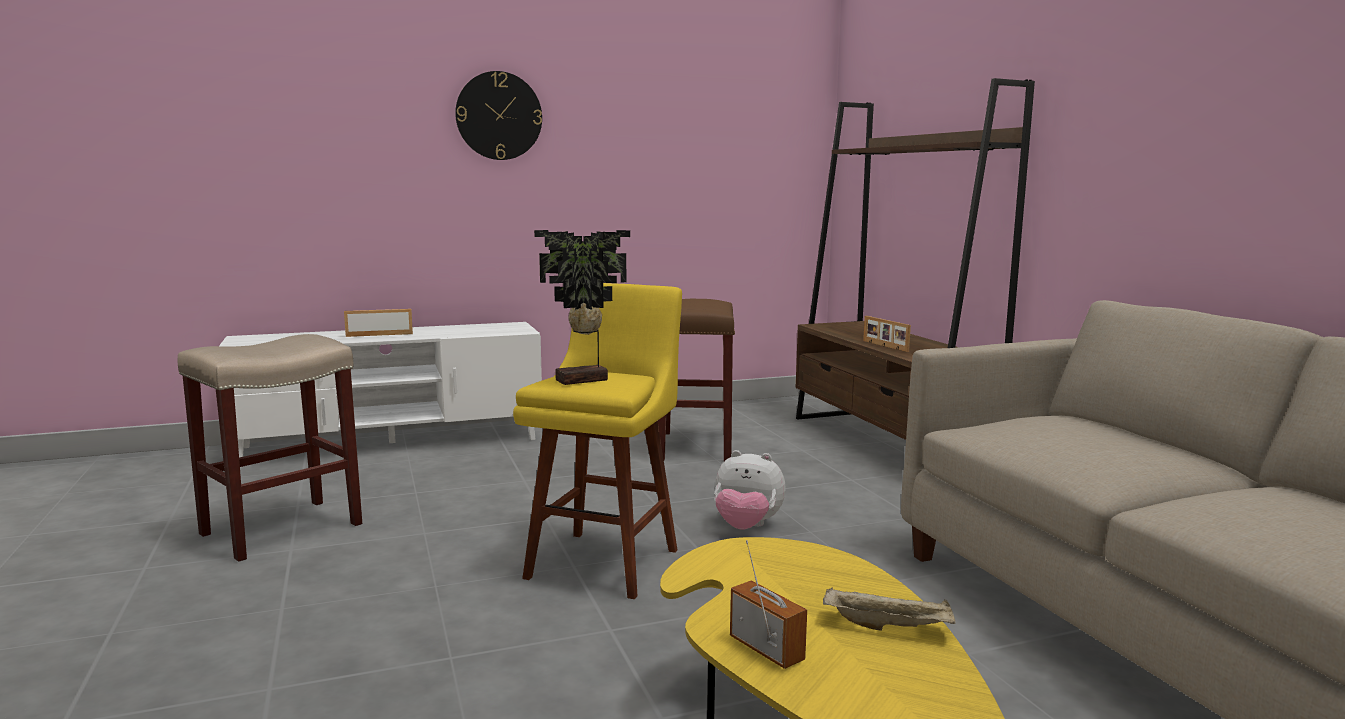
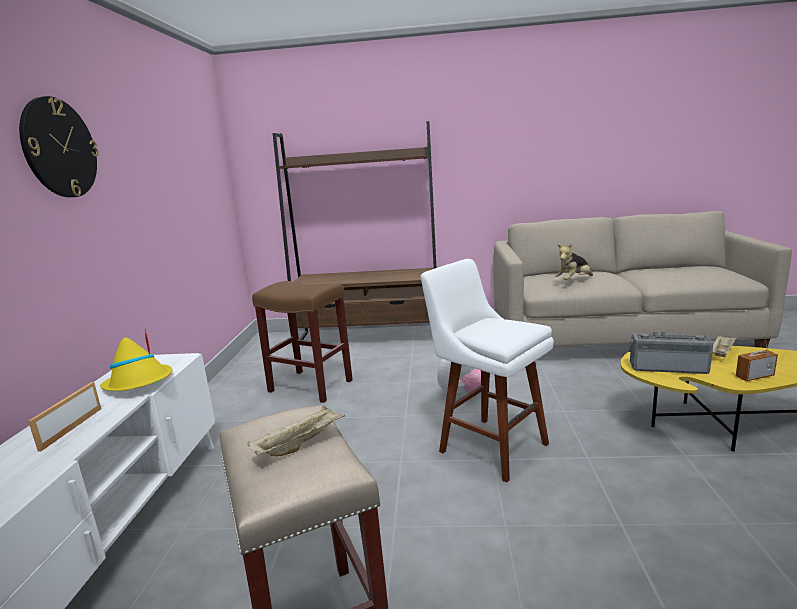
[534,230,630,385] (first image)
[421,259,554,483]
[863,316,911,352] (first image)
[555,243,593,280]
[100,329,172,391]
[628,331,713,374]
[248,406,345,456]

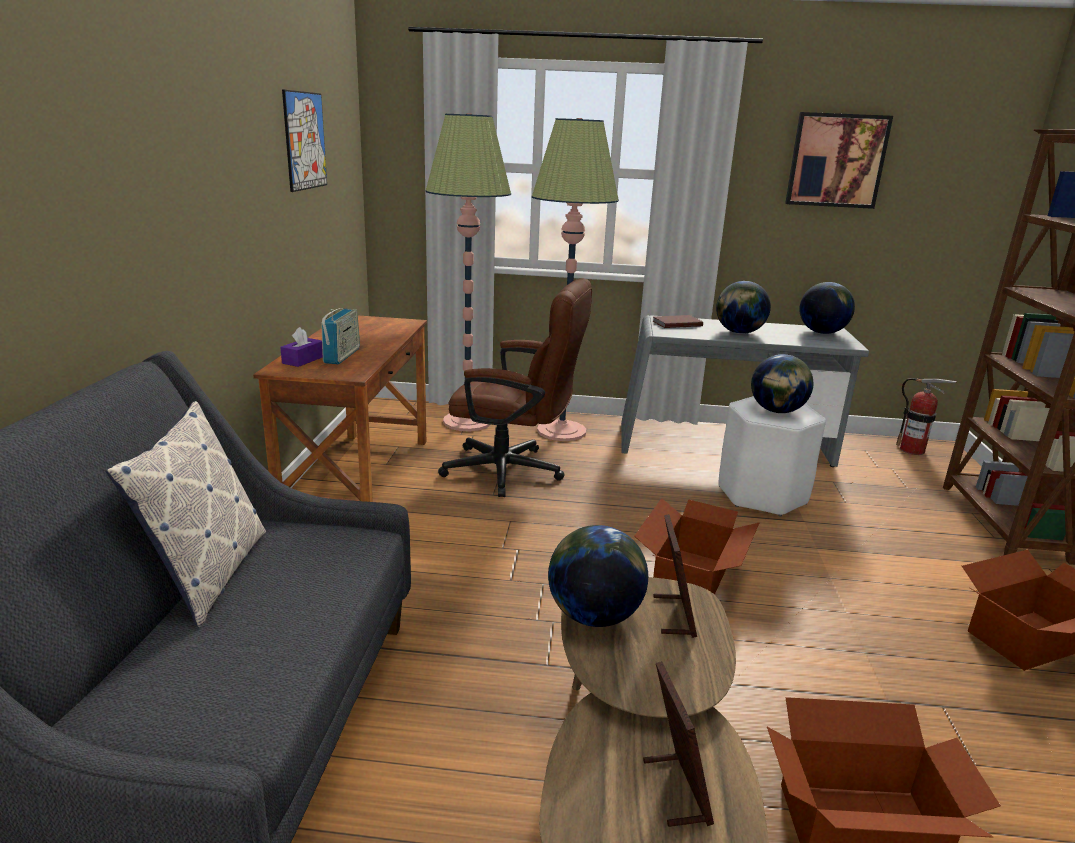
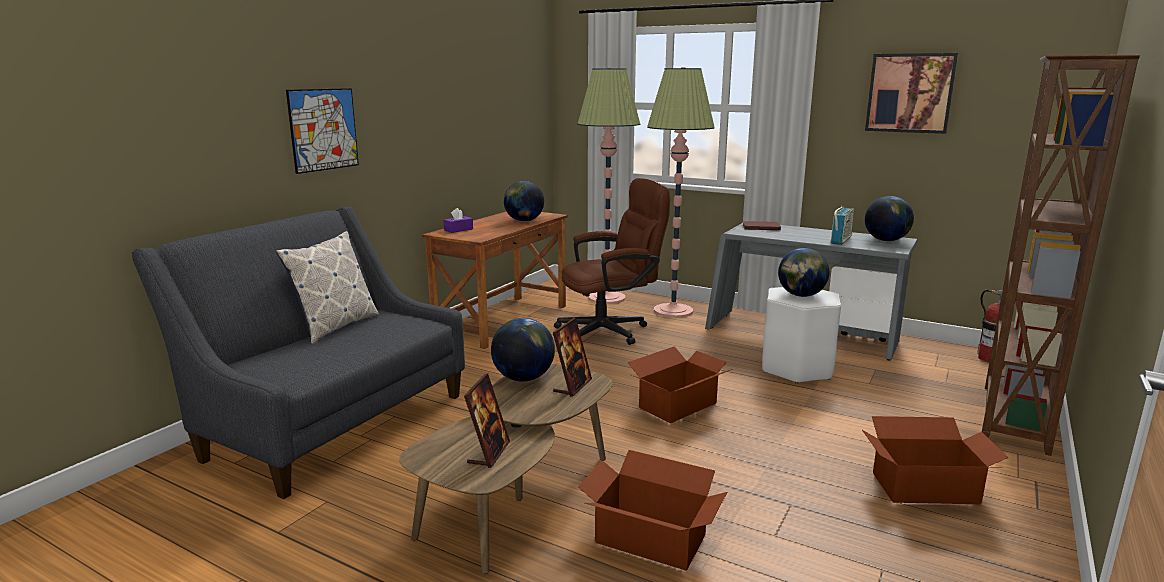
[286,88,359,174]
[554,178,670,345]
[504,181,544,222]
[831,206,854,245]

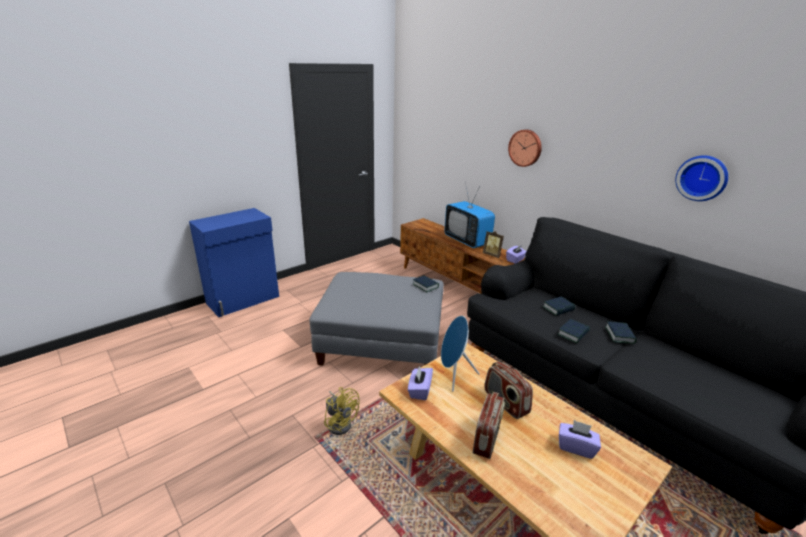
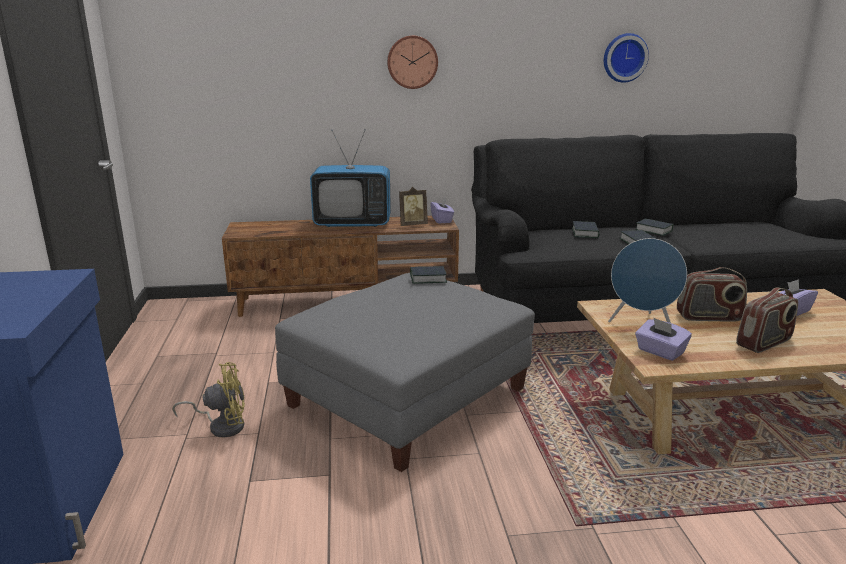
[172,362,245,437]
[736,288,798,353]

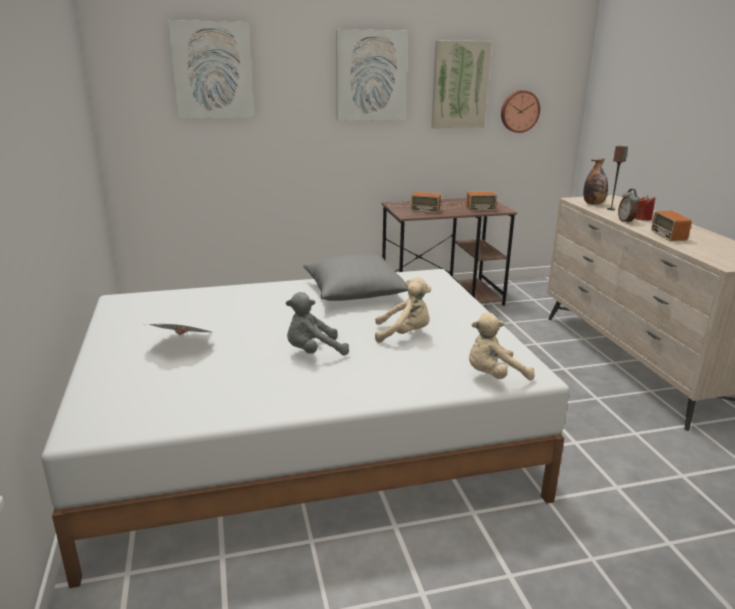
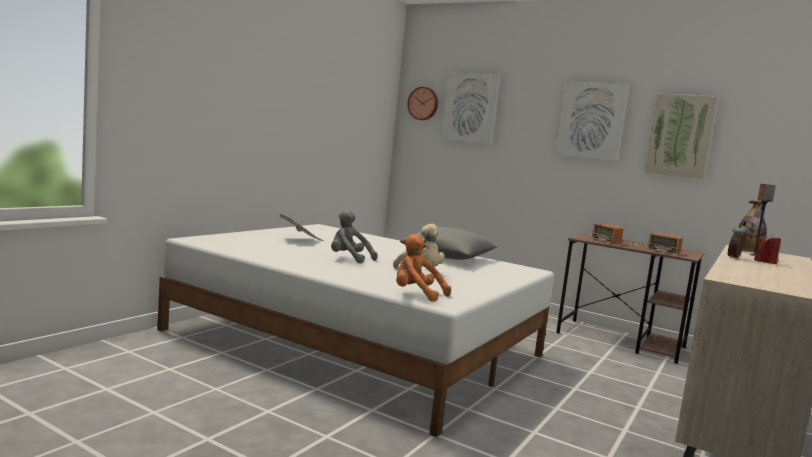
[408,86,438,120]
[650,211,692,241] (first image)
[396,234,451,302]

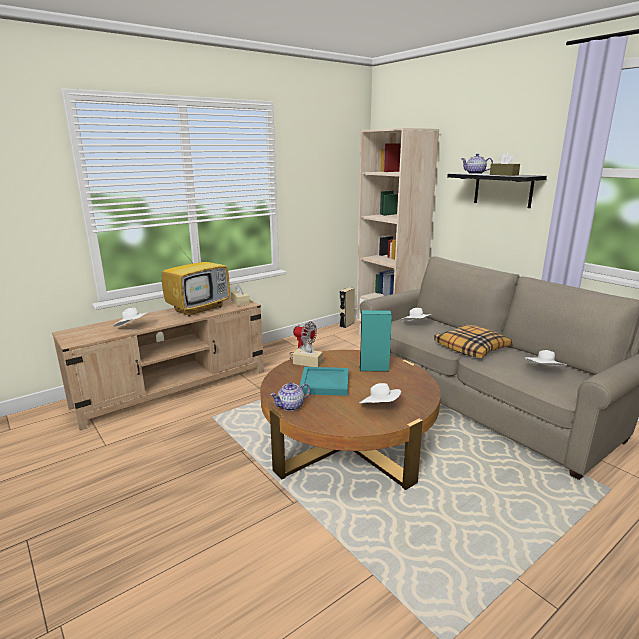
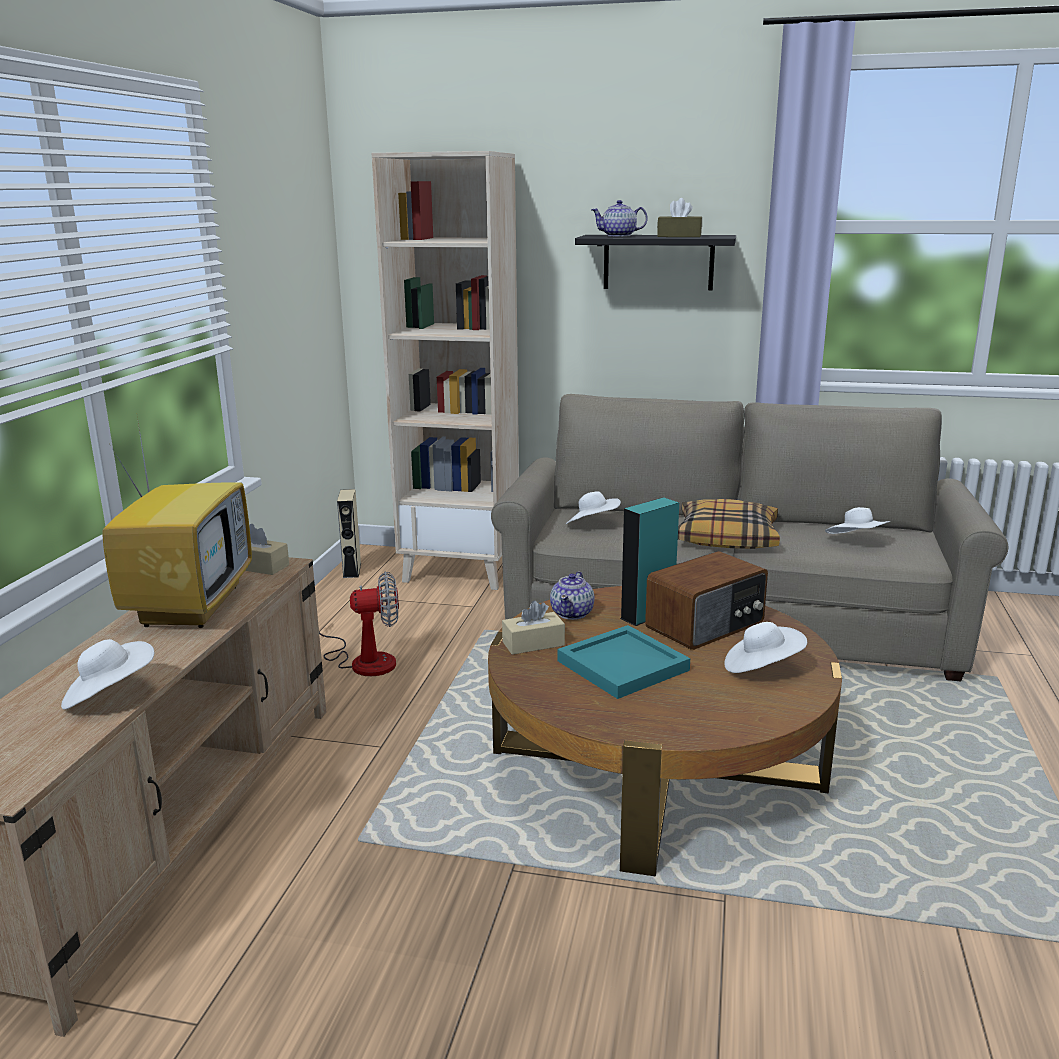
[550,571,594,620]
[645,551,768,650]

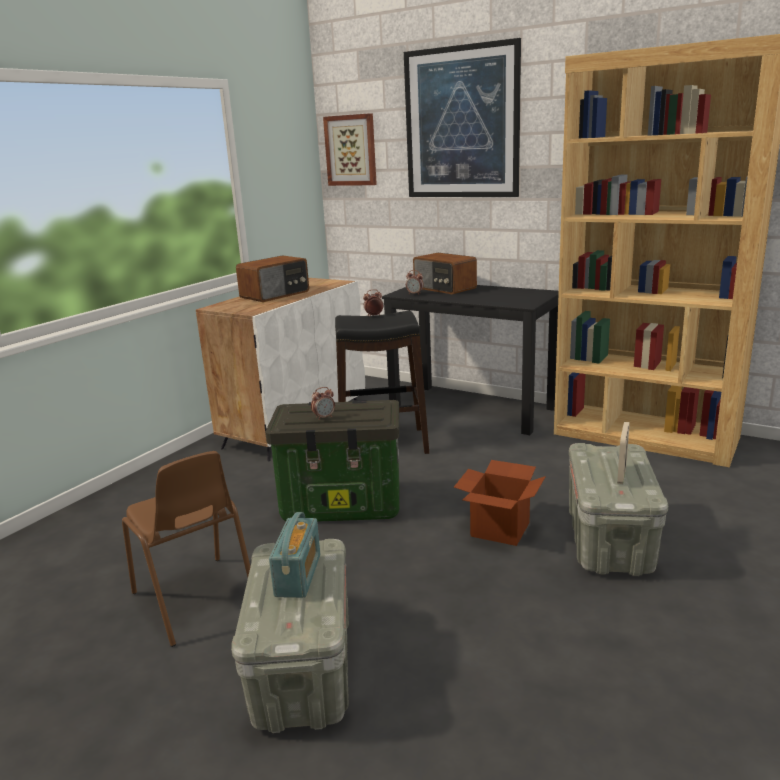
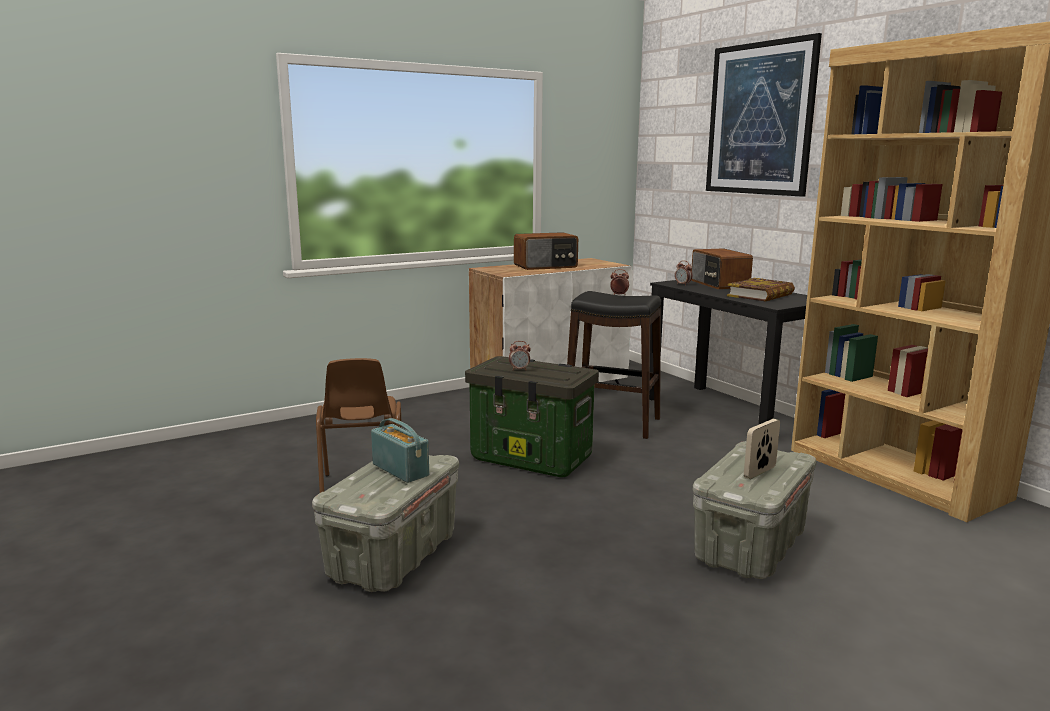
[323,113,377,186] (first image)
[454,460,546,546] (first image)
[371,418,429,483]
[727,278,795,301]

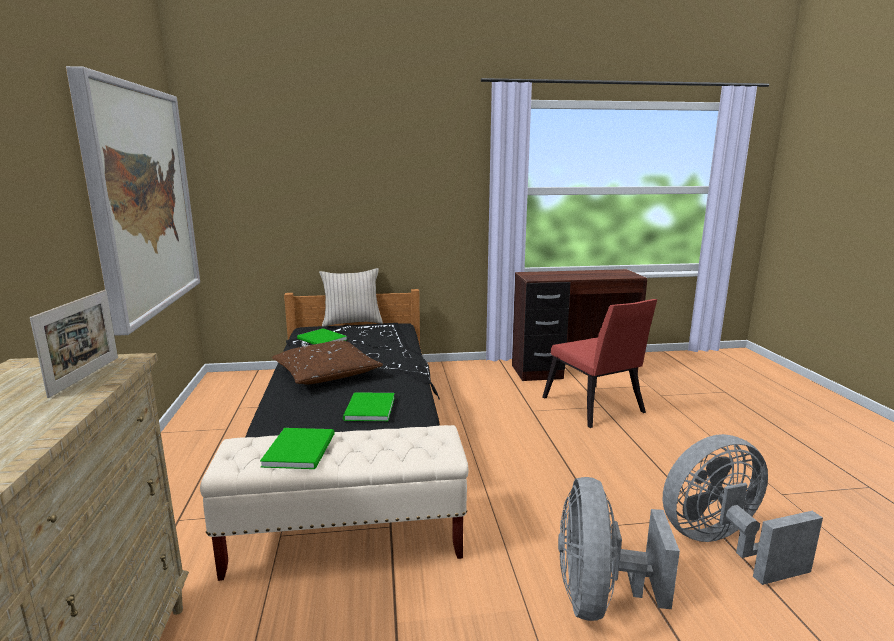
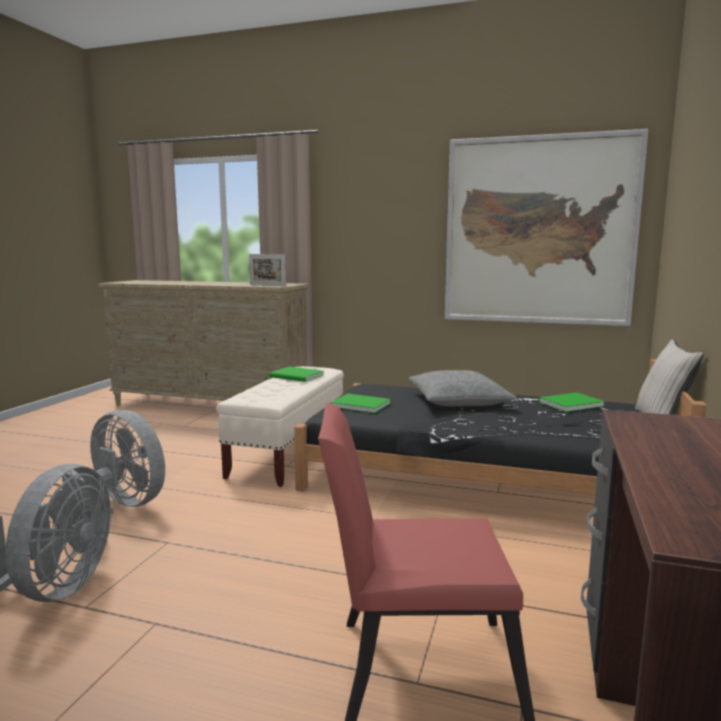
[408,370,517,406]

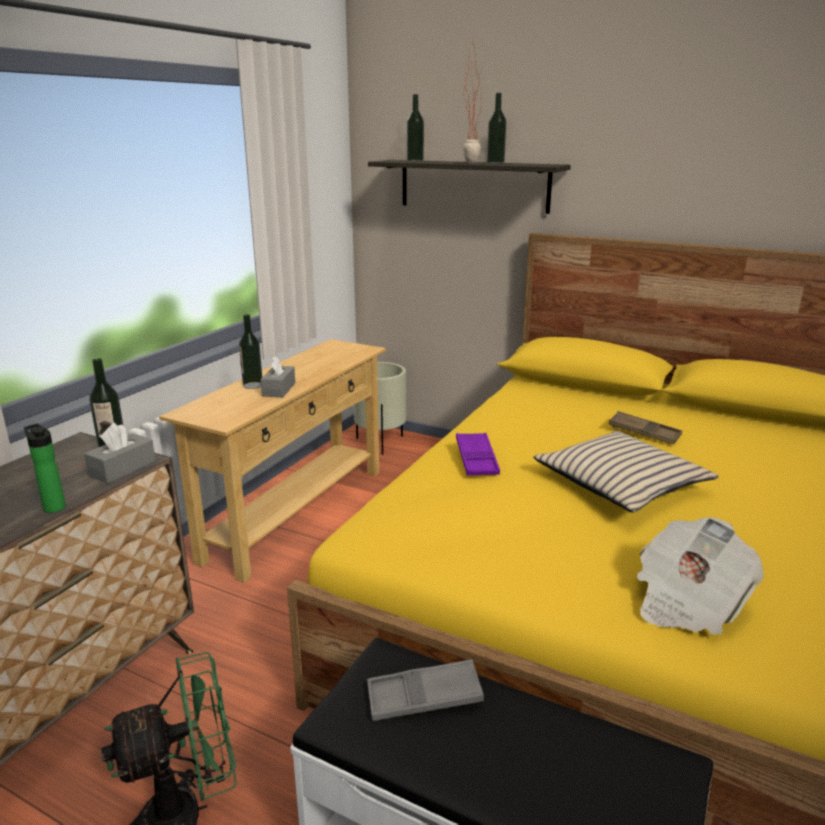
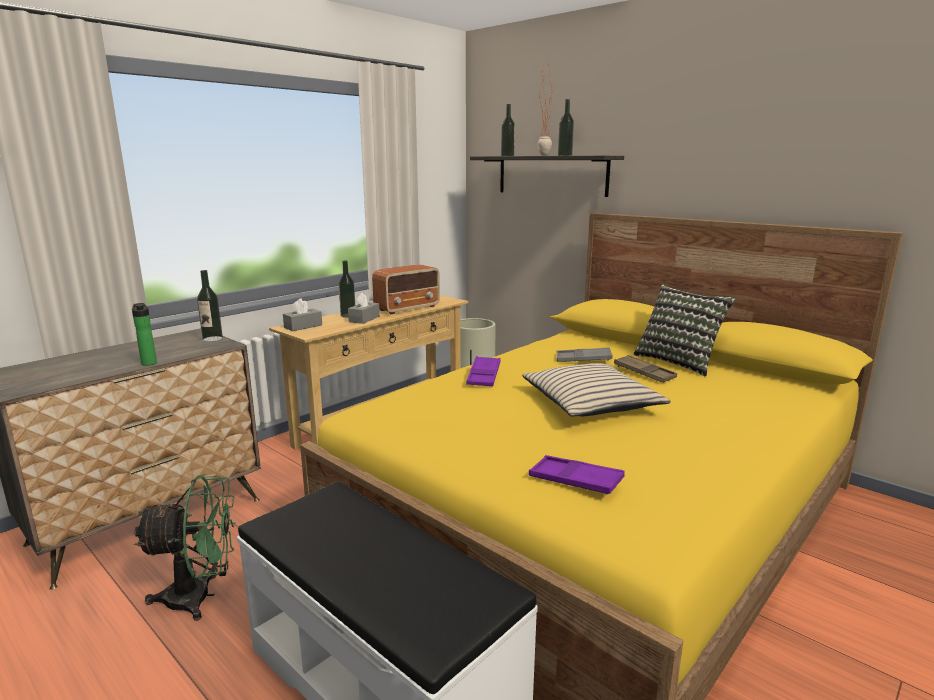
[283,298,322,331]
[529,455,625,494]
[556,347,612,362]
[372,265,440,314]
[633,284,736,376]

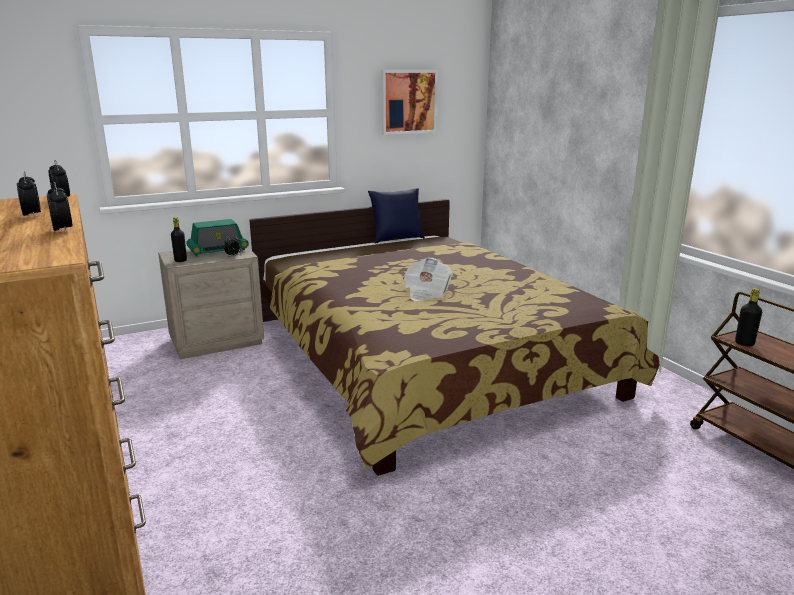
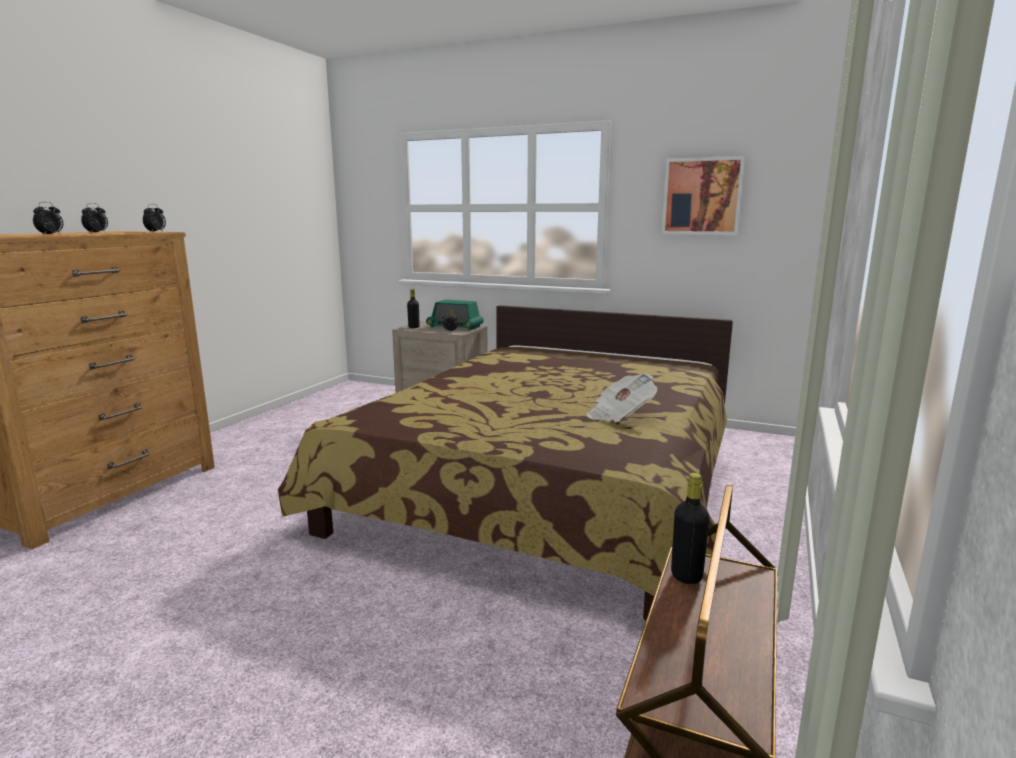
[368,188,425,244] (first image)
[586,374,658,422]

